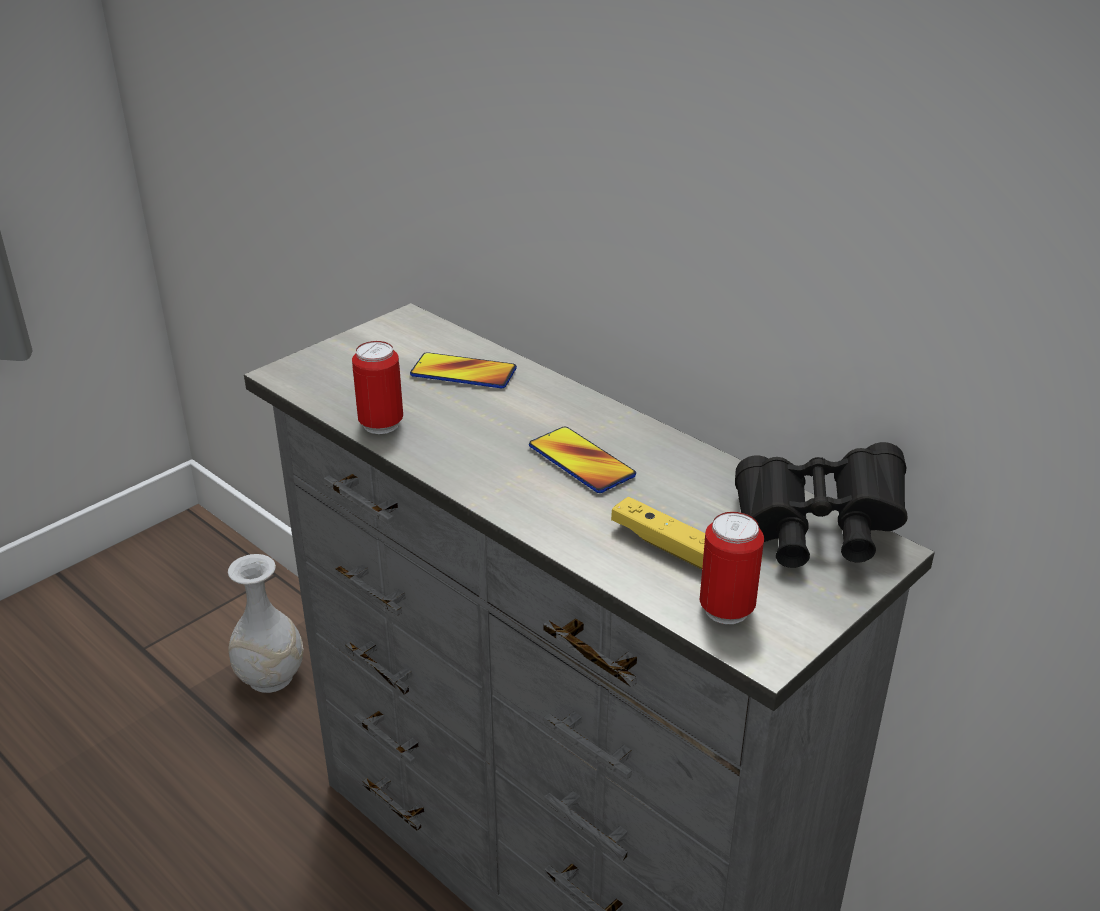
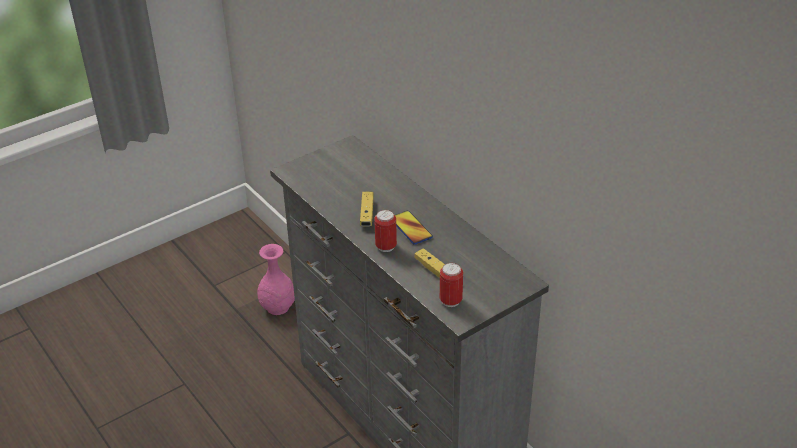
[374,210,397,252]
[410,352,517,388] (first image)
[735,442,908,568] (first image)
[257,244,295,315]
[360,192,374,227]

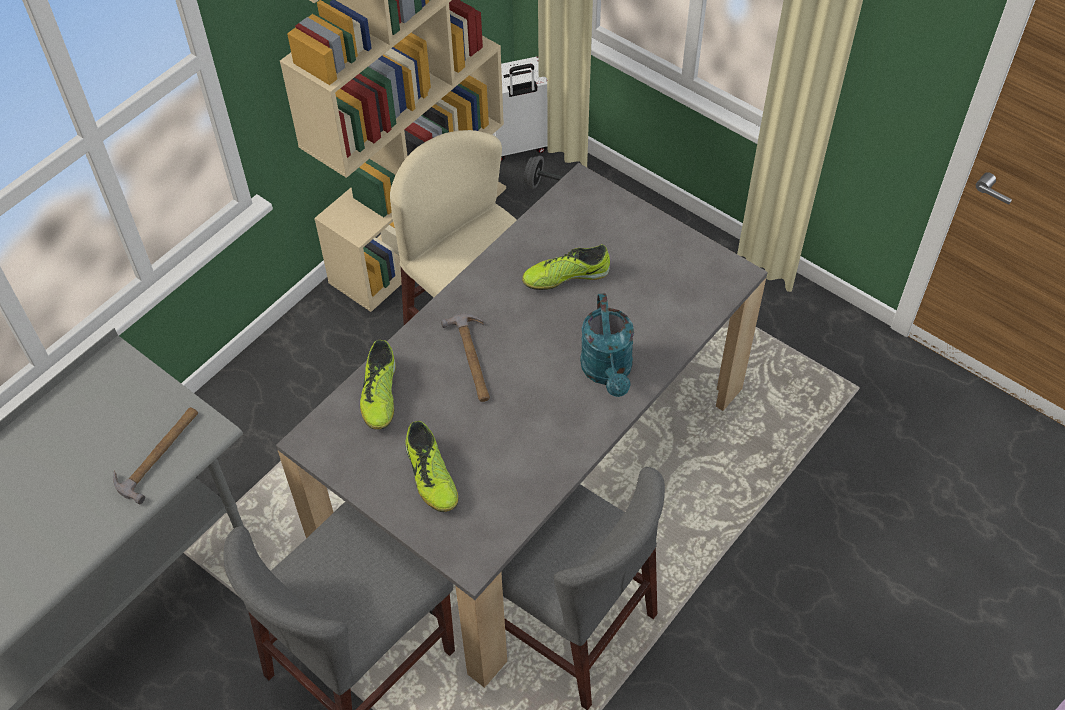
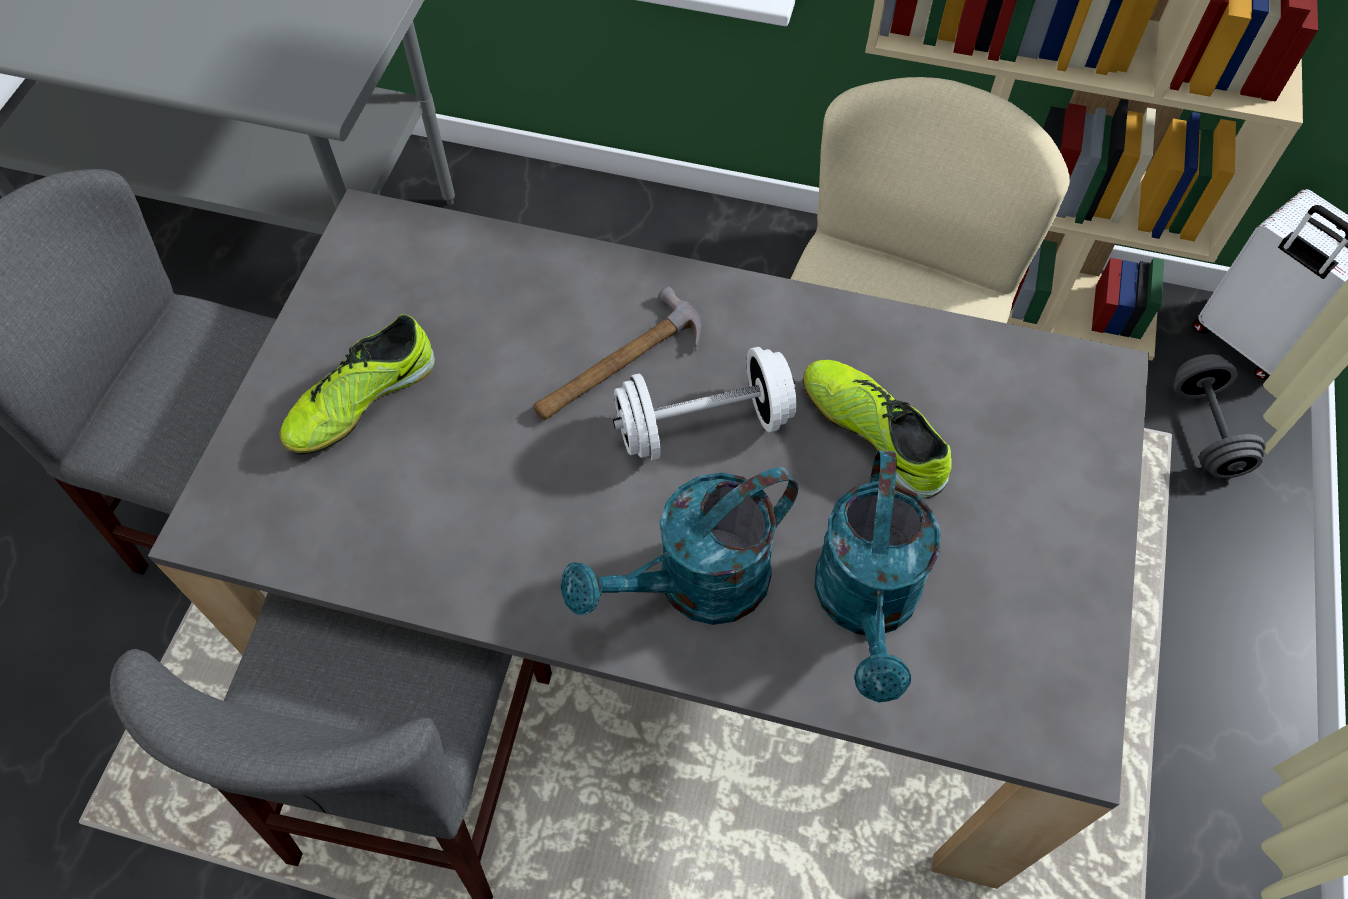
[360,340,396,429] (first image)
[113,407,198,504] (first image)
[613,347,797,460]
[814,450,940,702]

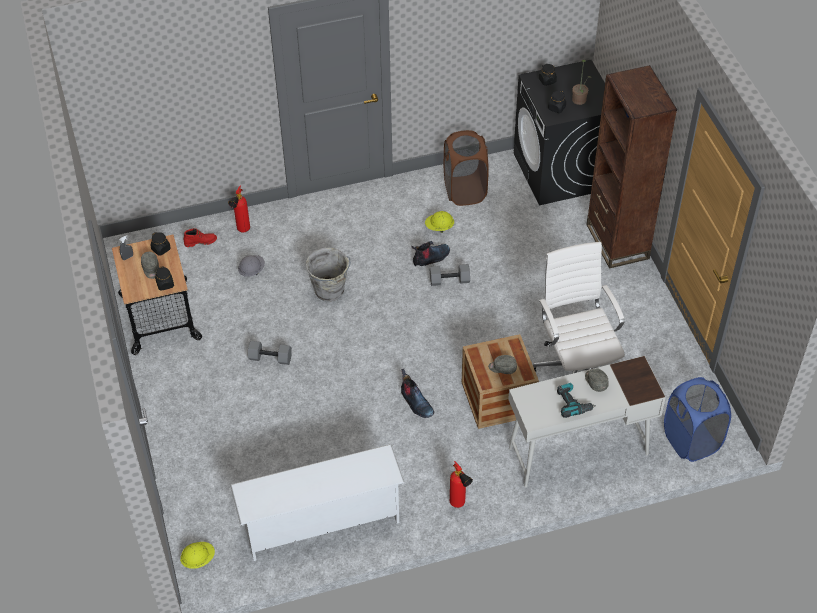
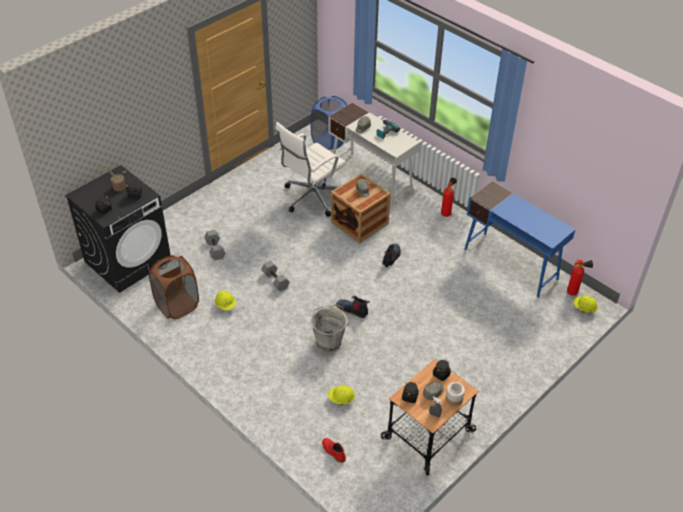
[586,65,677,269] (first image)
[567,260,593,296]
[336,295,370,318]
[328,385,355,405]
[204,230,225,260]
[464,181,575,297]
[446,382,465,406]

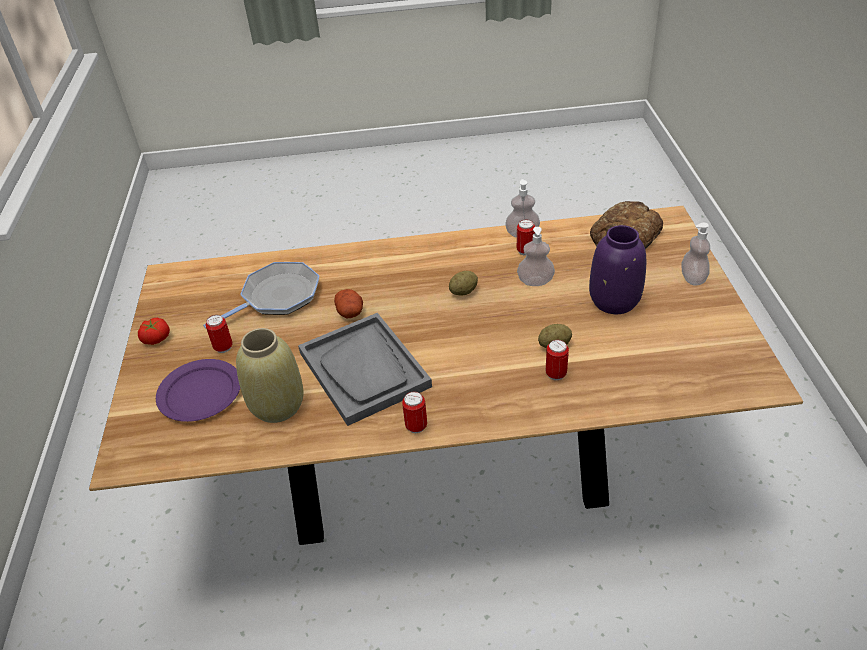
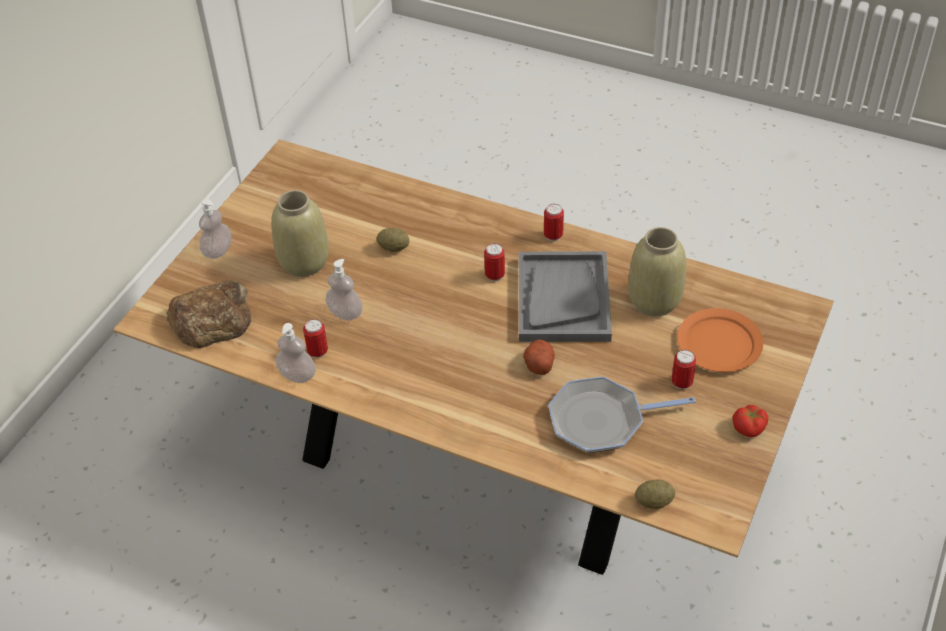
[271,190,329,277]
[635,480,675,509]
[484,243,505,281]
[677,308,763,372]

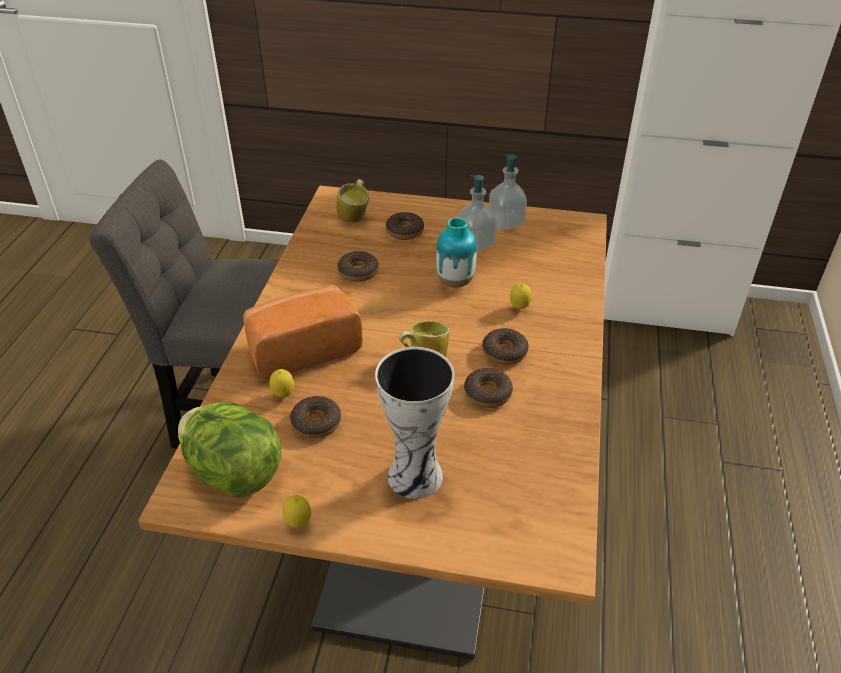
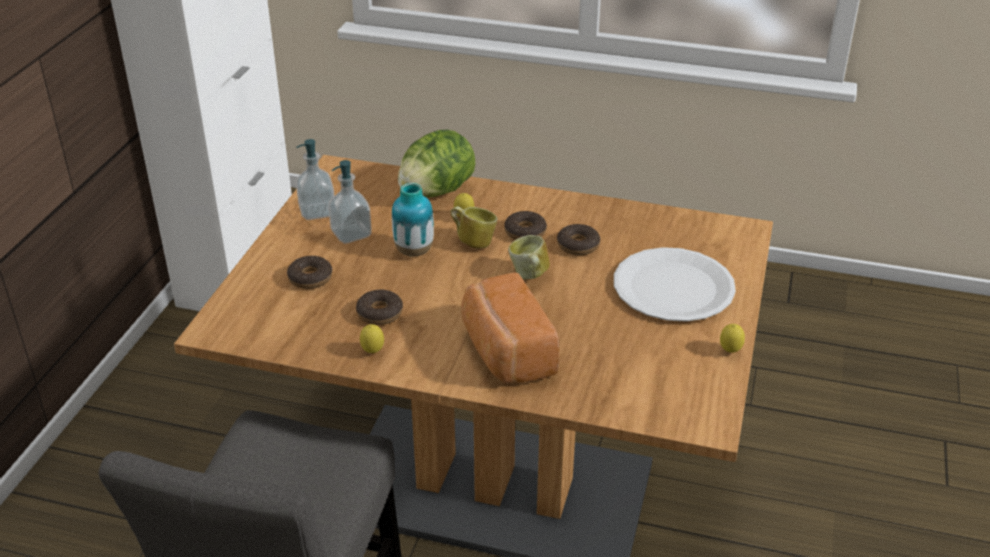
[451,207,497,249]
[614,247,736,322]
[360,324,384,353]
[290,396,341,438] (first image)
[398,130,475,197]

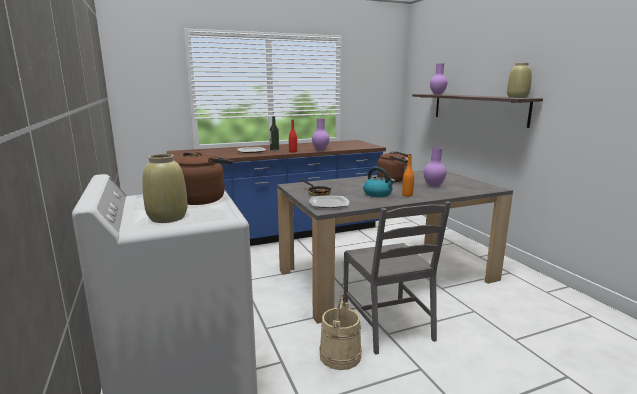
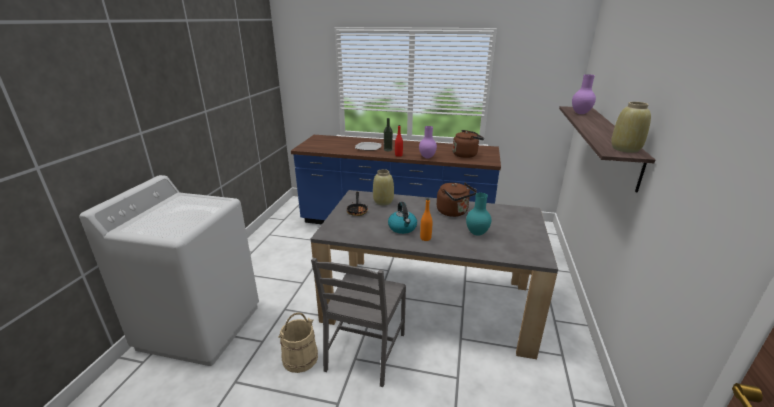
[466,193,491,236]
[452,130,484,158]
[373,169,394,205]
[309,196,349,208] (first image)

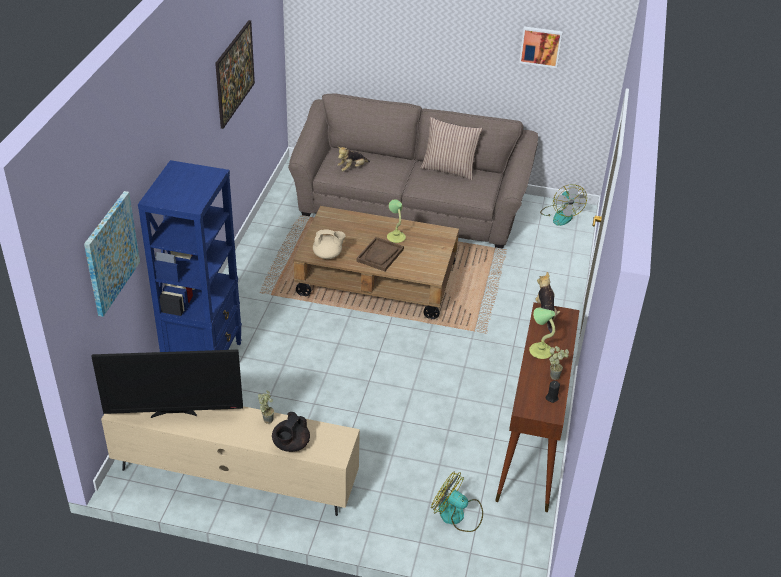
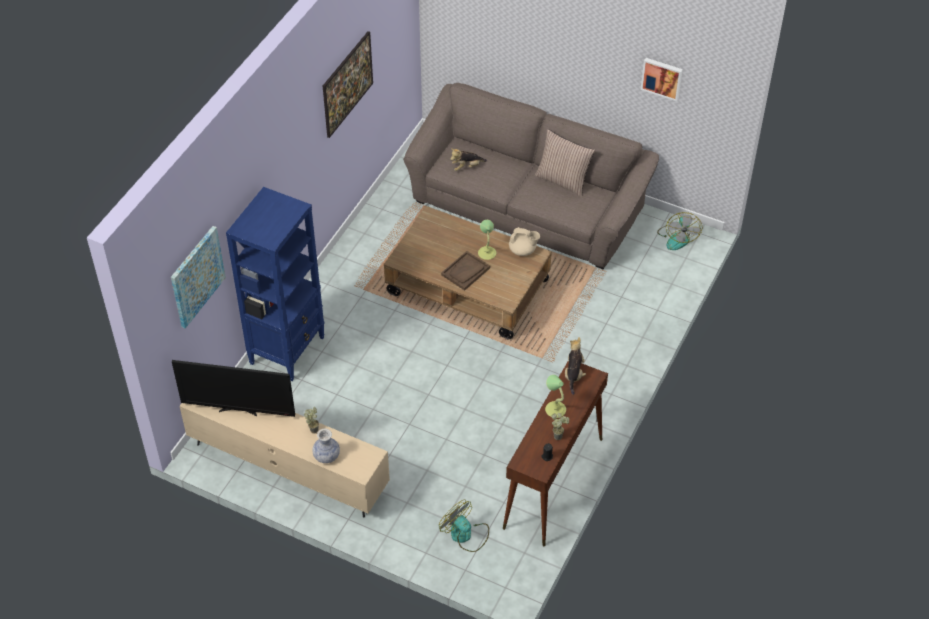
[509,227,540,256]
[312,428,340,463]

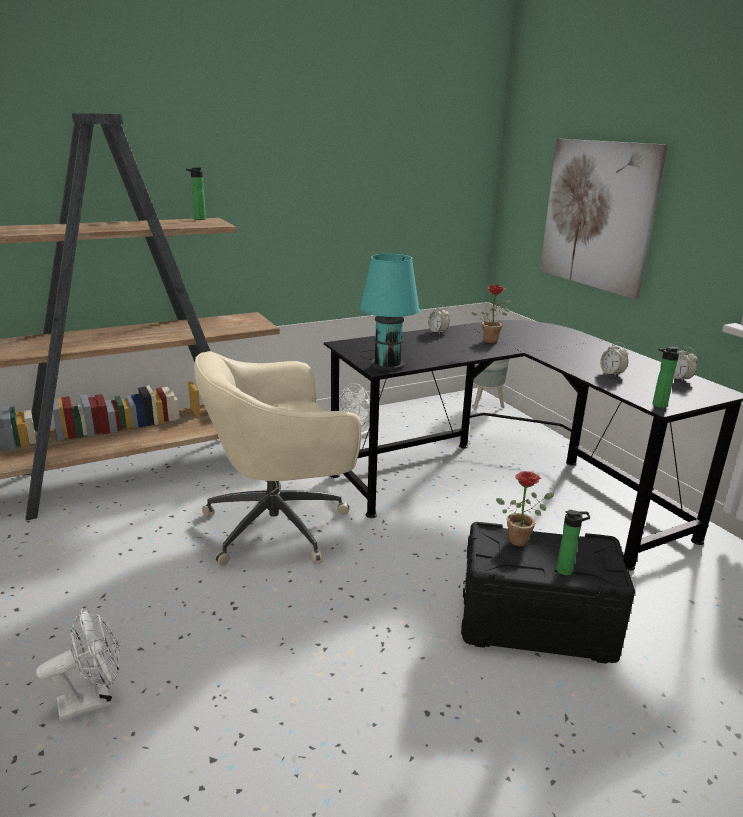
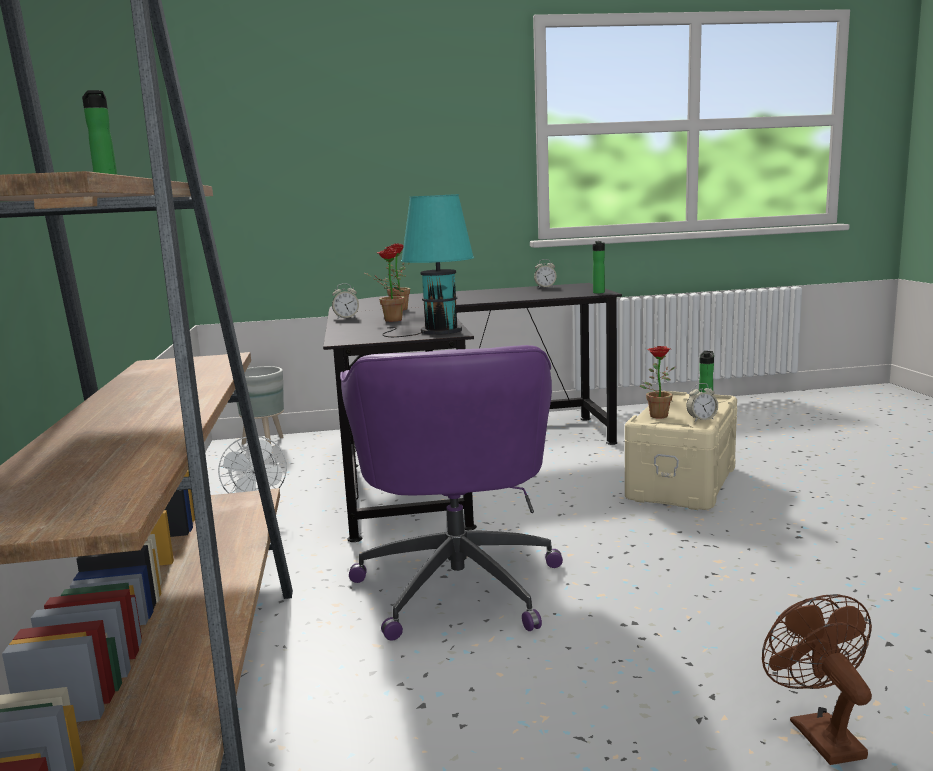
[540,139,668,299] (first image)
[686,383,718,421]
[340,345,563,641]
[625,391,737,510]
[762,594,872,765]
[365,248,405,322]

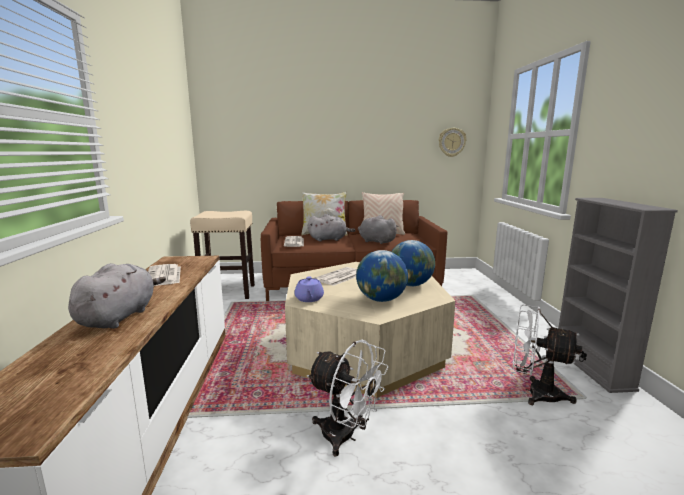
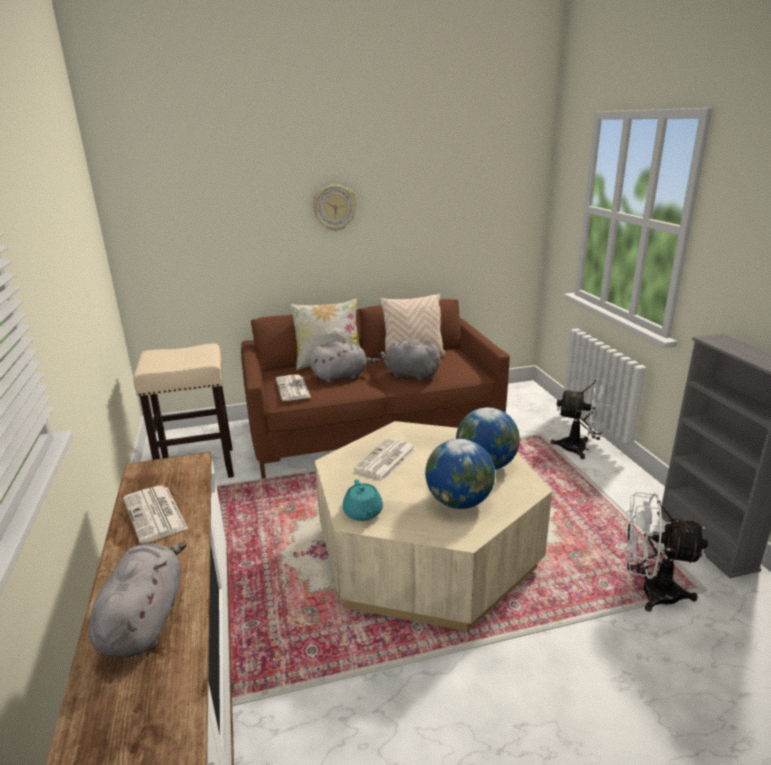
[312,185,357,231]
[342,479,383,521]
[550,378,611,459]

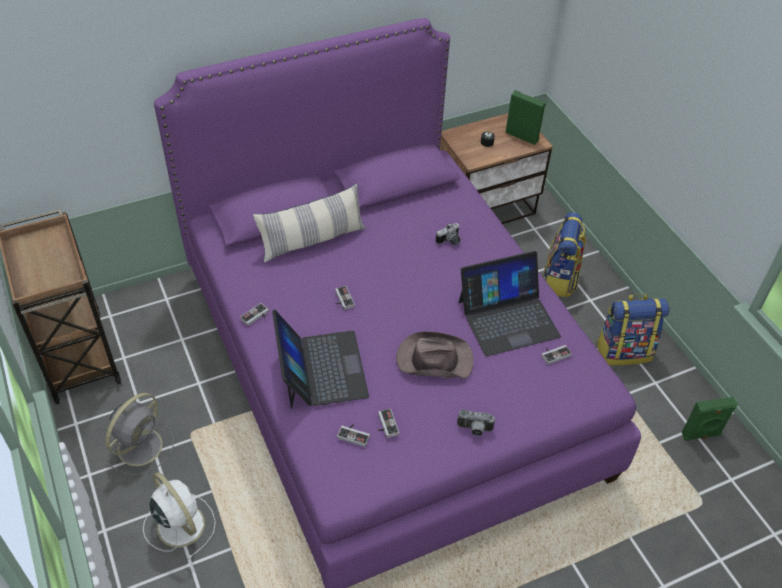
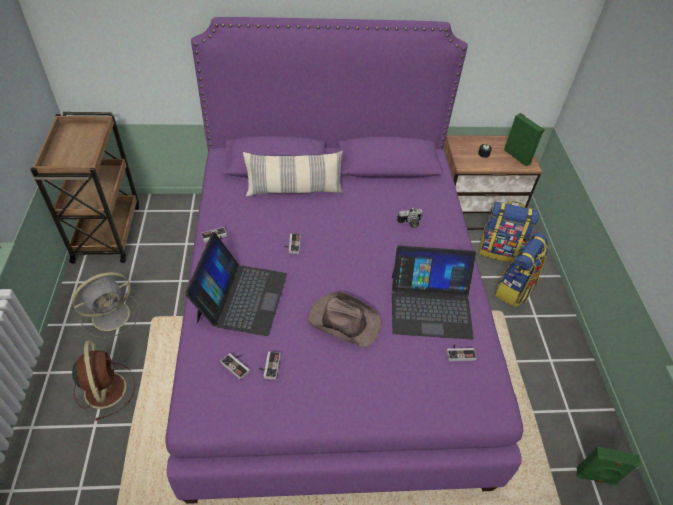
[479,201,539,262]
[457,409,495,436] (first image)
[72,340,135,421]

